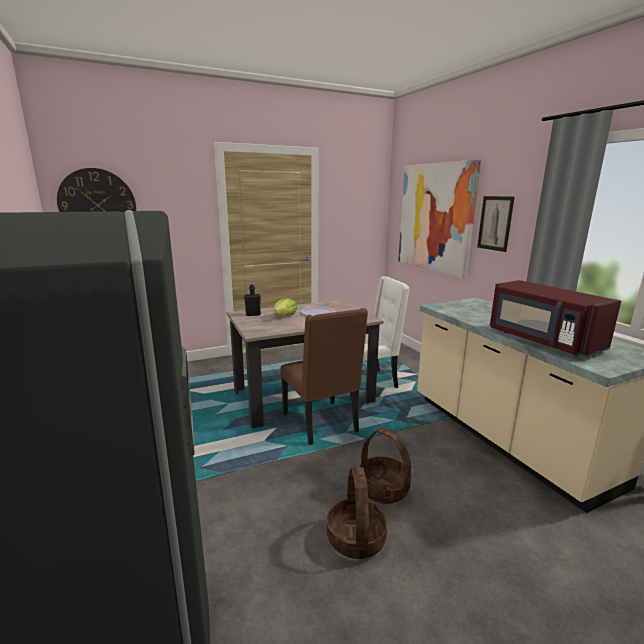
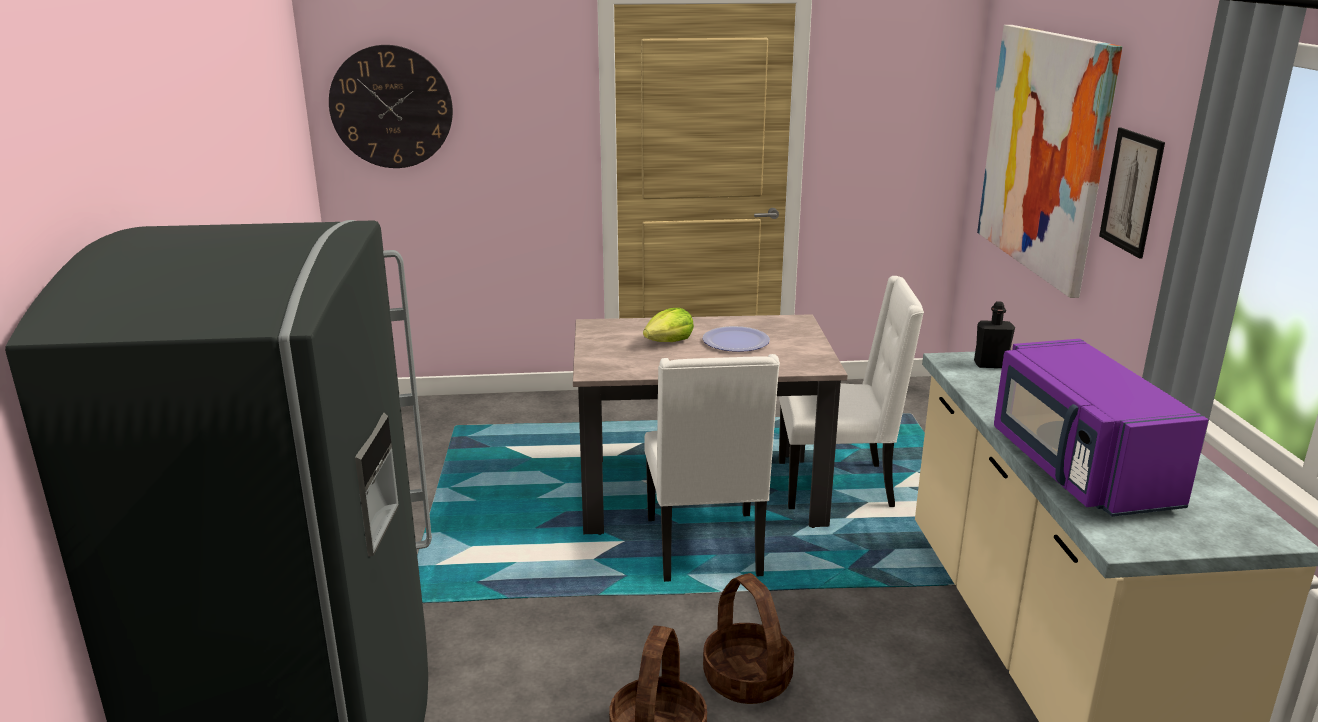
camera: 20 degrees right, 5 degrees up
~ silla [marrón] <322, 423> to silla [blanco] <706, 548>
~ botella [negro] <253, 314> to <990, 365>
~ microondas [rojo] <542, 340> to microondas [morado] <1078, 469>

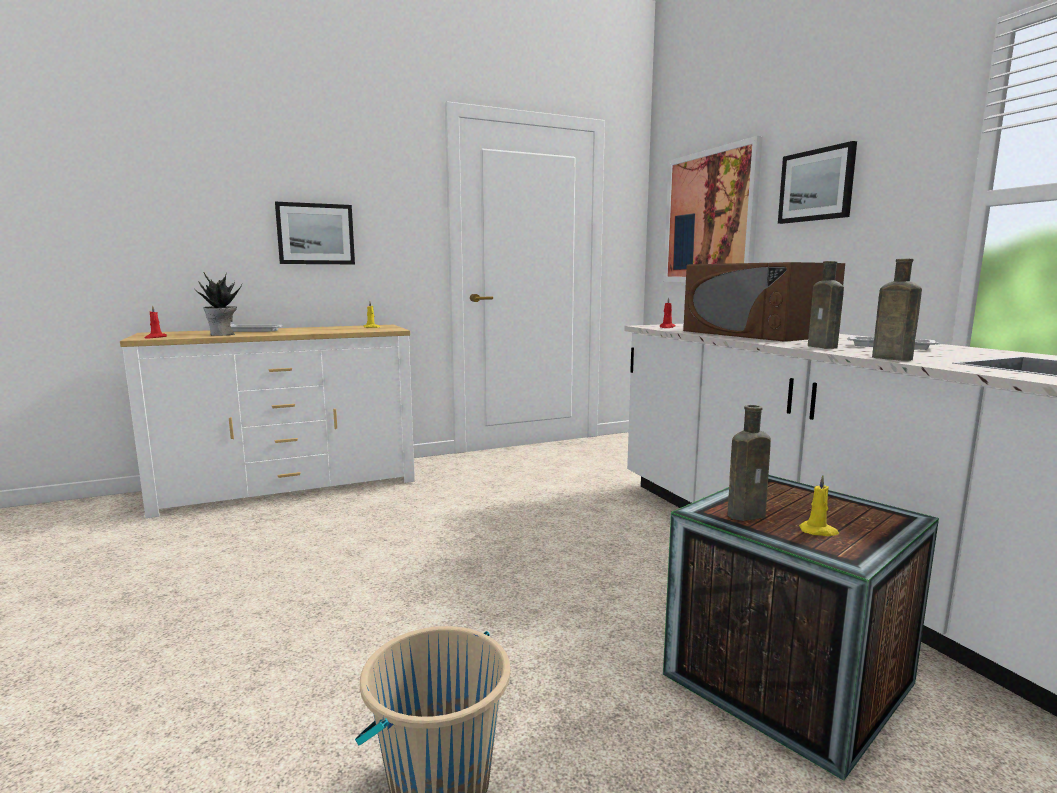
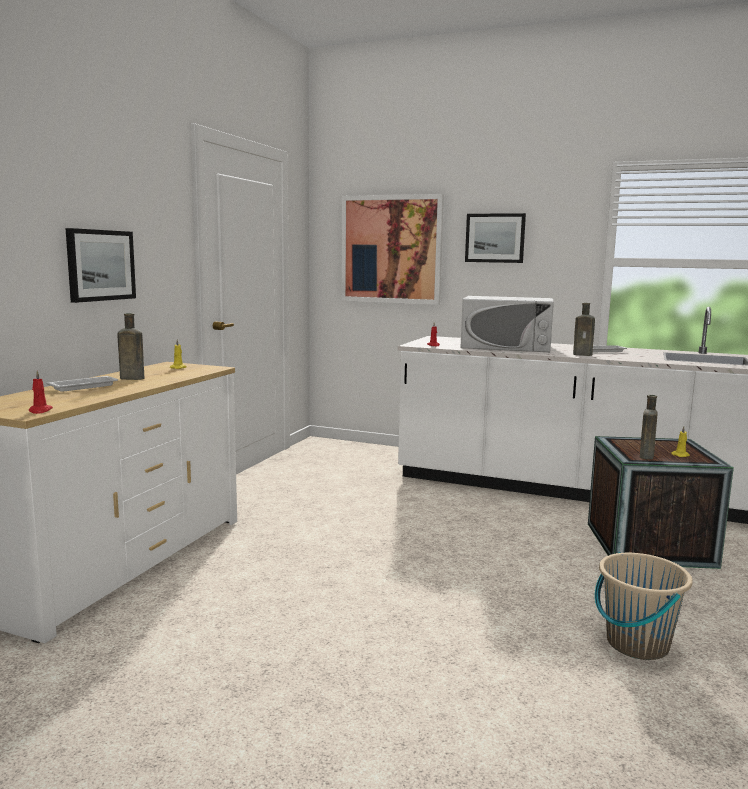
camera: 45 degrees left, 0 degrees up
~ botella [marrón] <889, 358> to <130, 378>
~ microondas [marrón] <756, 333> to microondas [blanco] <506, 346>
- planta en maceta <222, 334>

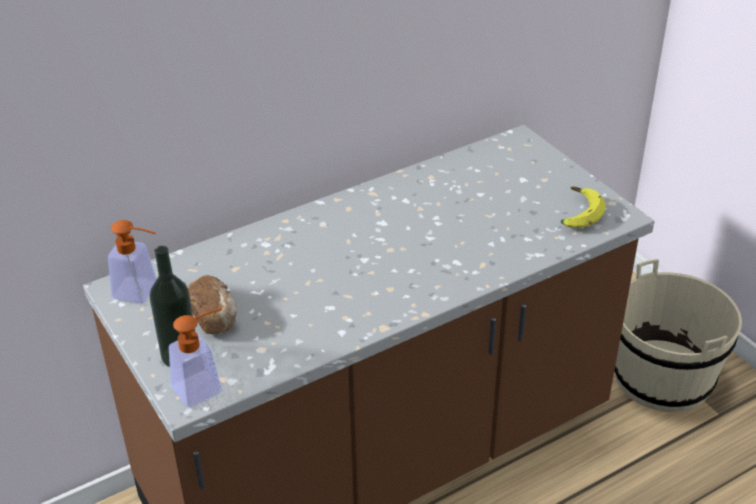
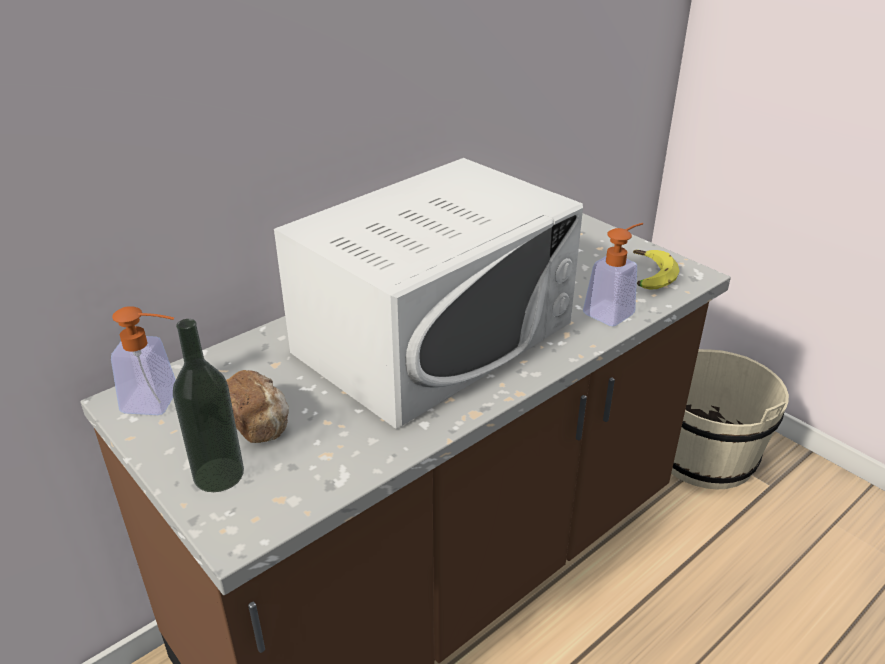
camera: 10 degrees left, 5 degrees down
+ microondas [blanco] <435, 337>
~ dispensador de jabón <205, 386> to <613, 310>

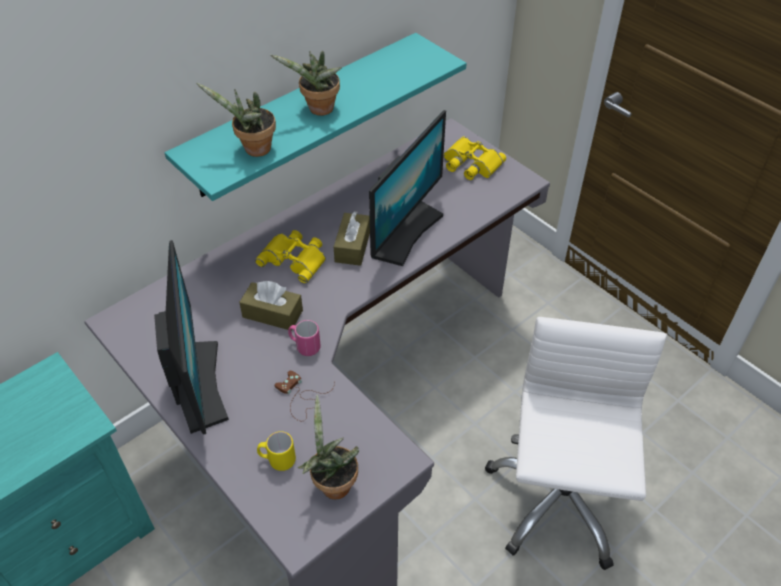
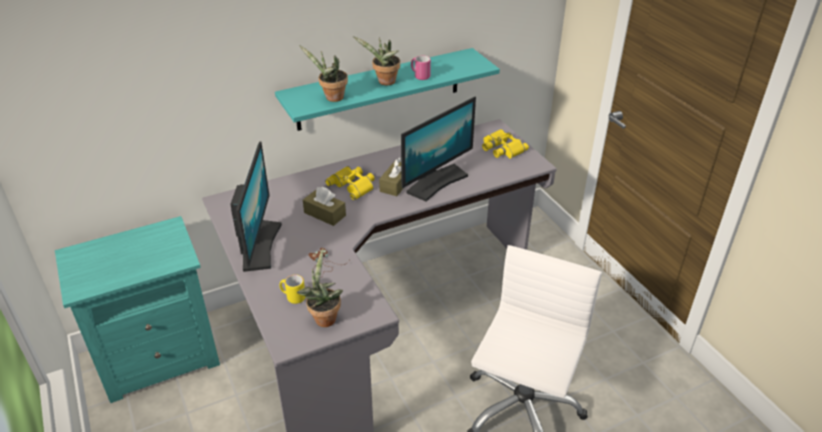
camera: 15 degrees right, 10 degrees down
~ taza grande [rosa] <304, 346> to <420, 76>

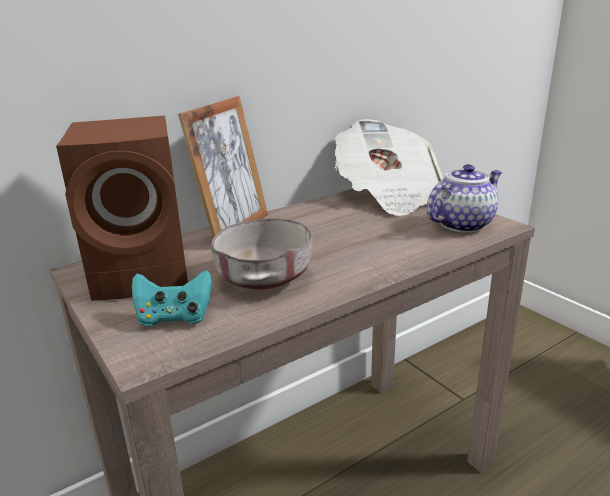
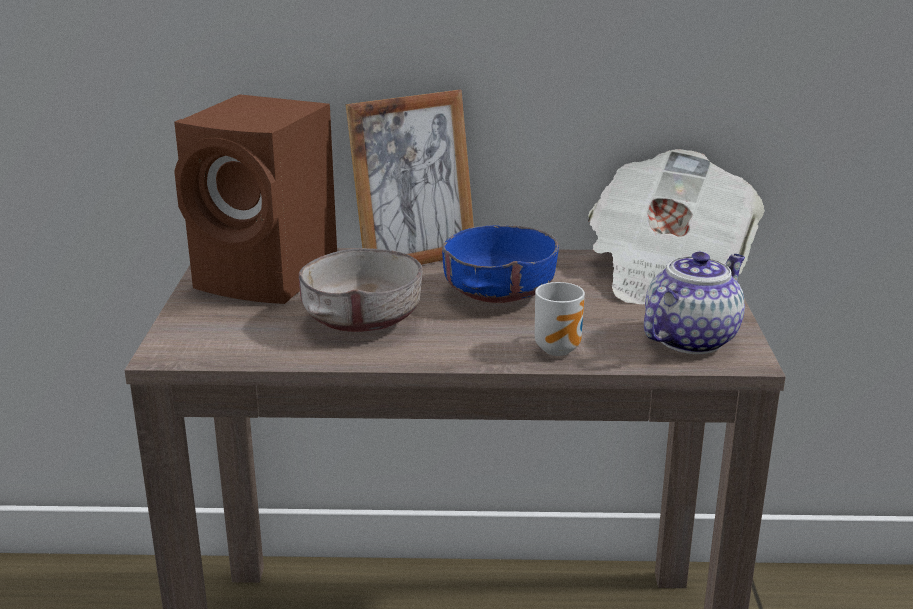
camera: 35 degrees right, 0 degrees up
+ cuenco [azul] <500, 293>
+ taza grande <560, 348>
~ tetera <462, 224> = <691, 338> 45 degrees counterclockwise
- mando de consola [turquesa] <174, 317>

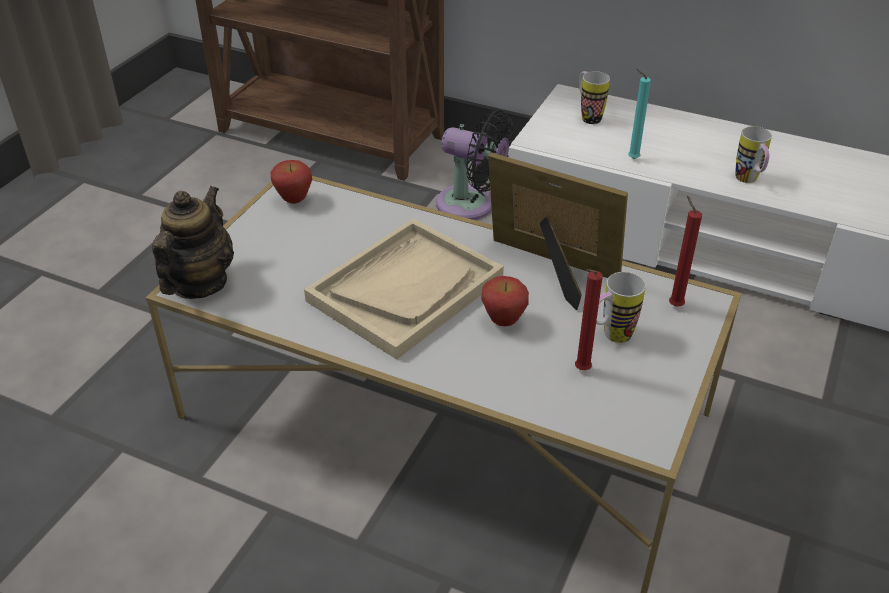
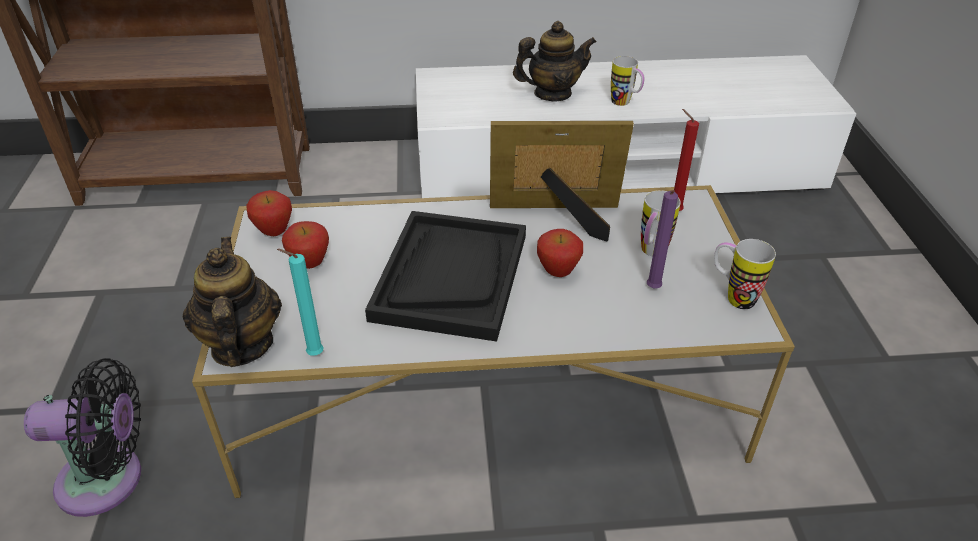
camera: 30 degrees left, 0 degrees up
~ ventilador [negro] <471, 205> to <109, 480>
~ vela [turquesa] <631, 158> to <312, 355>
+ manzana <310, 264>
~ bandeja [beis] <405, 289> to bandeja [negro] <450, 276>
+ tetera <552, 94>
~ vela [rojo] <580, 370> to vela [morado] <652, 290>
~ taza grande <587, 116> to <732, 296>

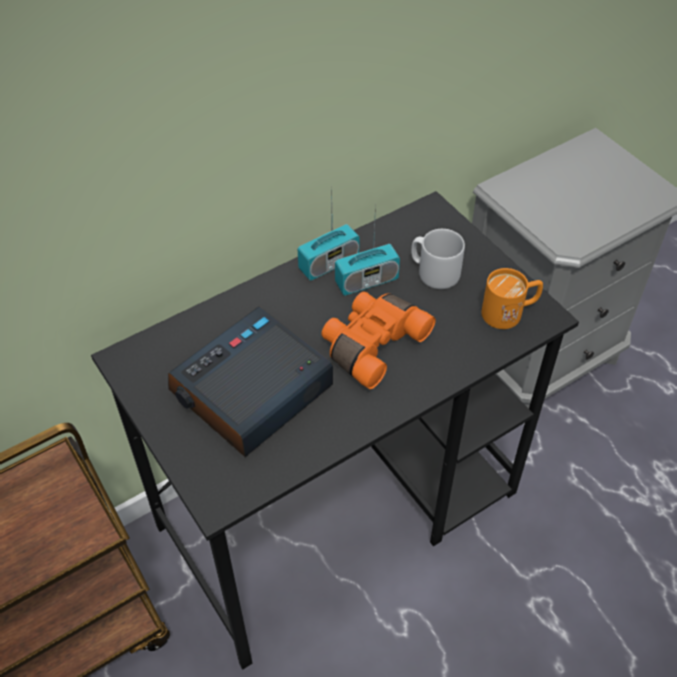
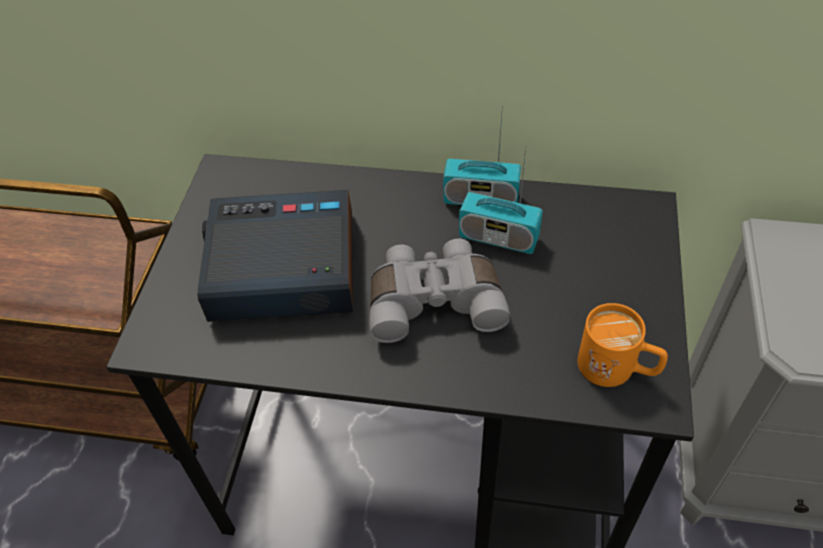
camera: 45 degrees right, 0 degrees up
~ prismáticos [naranja] <371, 344> to prismáticos [gris] <434, 300>
- taza grande [gris] <434, 272>

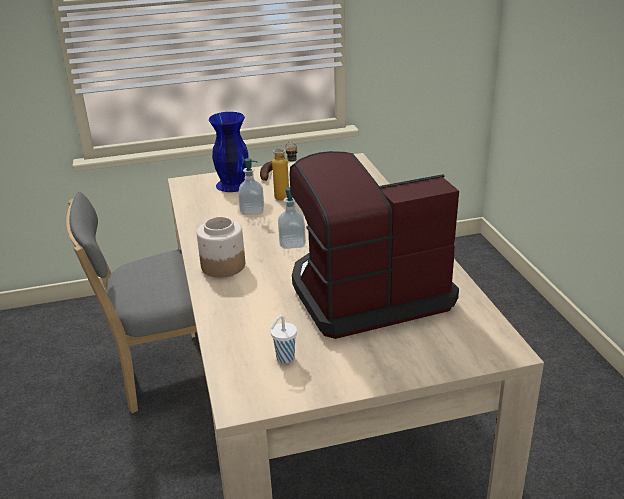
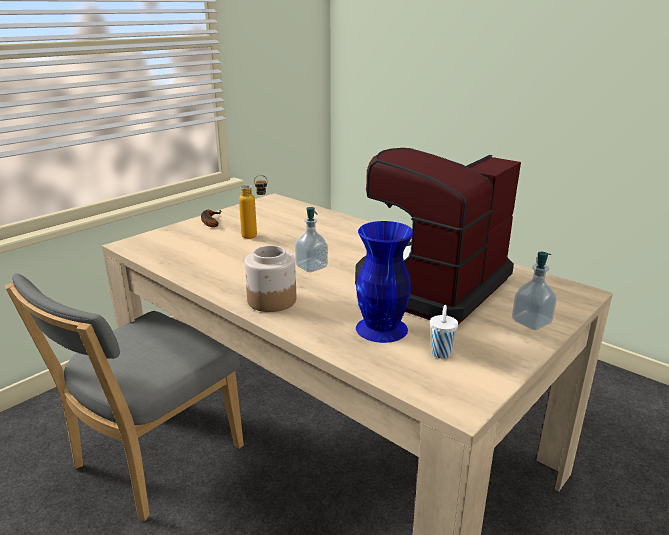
camera: 35 degrees left, 5 degrees down
~ florero [azul] <232, 184> to <381, 329>
~ dispensador de jabón <252, 210> to <531, 322>

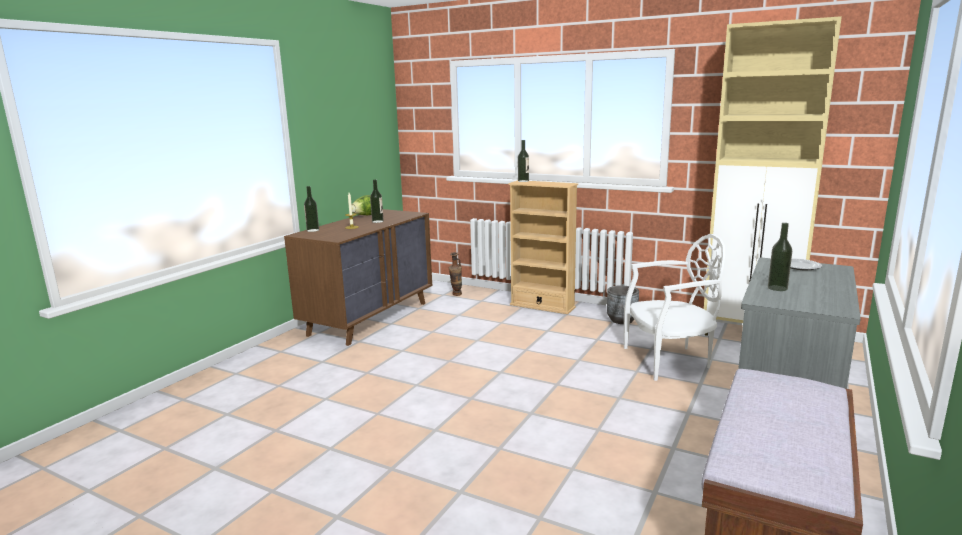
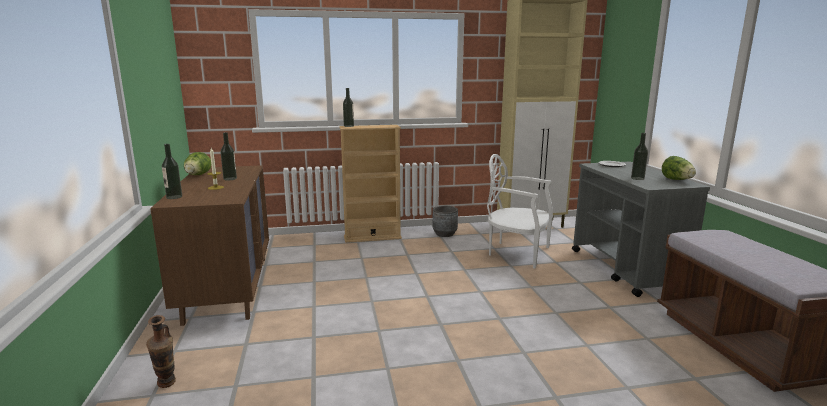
camera: 40 degrees left, 0 degrees up
~ florero <456, 295> to <167, 386>
~ silla [blanco] <670, 360> = <516, 253> 105 degrees counterclockwise
+ lechuga <677, 180>

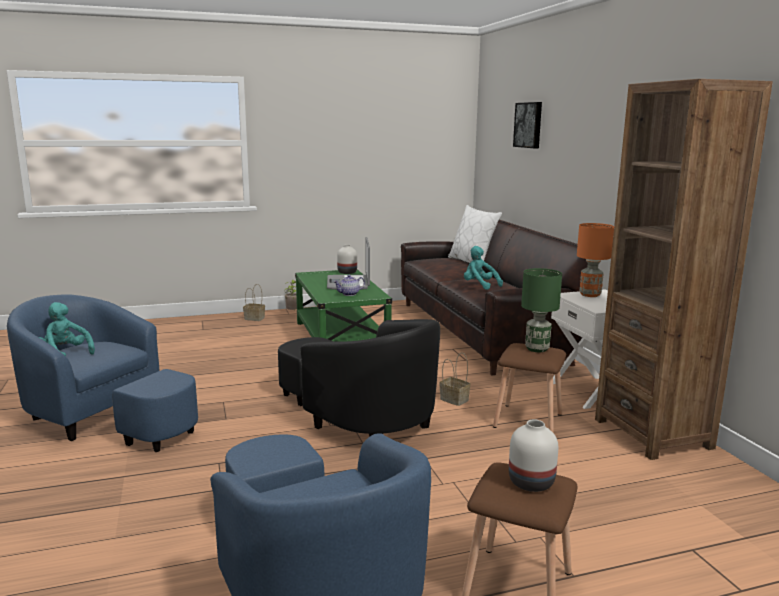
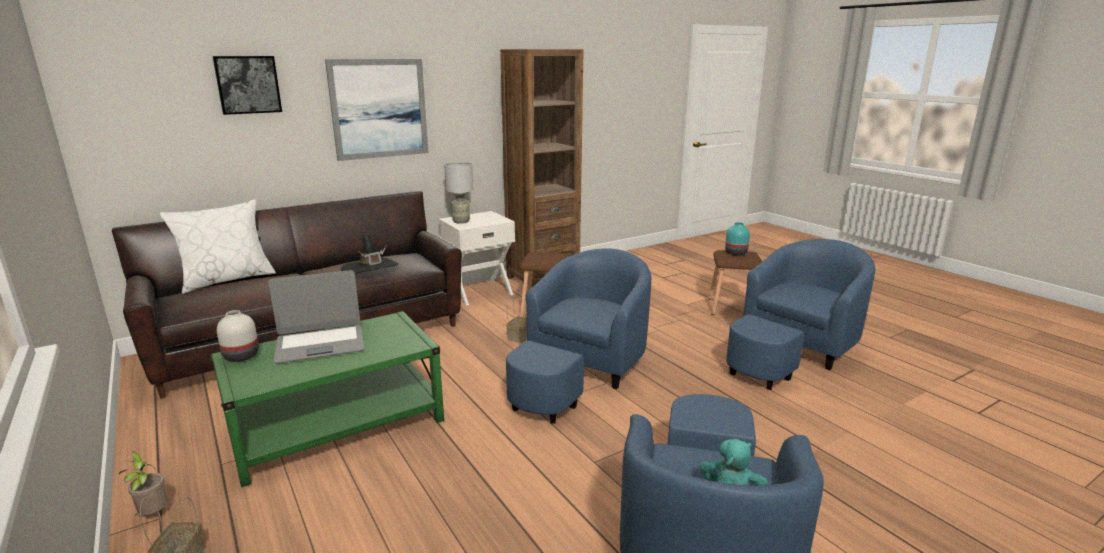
camera: 105 degrees left, 5 degrees up
+ cuadro <379, 109>
~ peluche [turquesa] <479, 285> to sombrero [negro] <370, 269>
~ lámpara de mesa [naranja] <590, 295> to lámpara de mesa [gris] <461, 221>
~ sillón [negro] <359, 417> to sillón [azul] <582, 372>
~ florero [blanco] <532, 482> to florero [turquesa] <735, 253>
- tetera <349, 294>
- lámpara de mesa [verde] <537, 349>

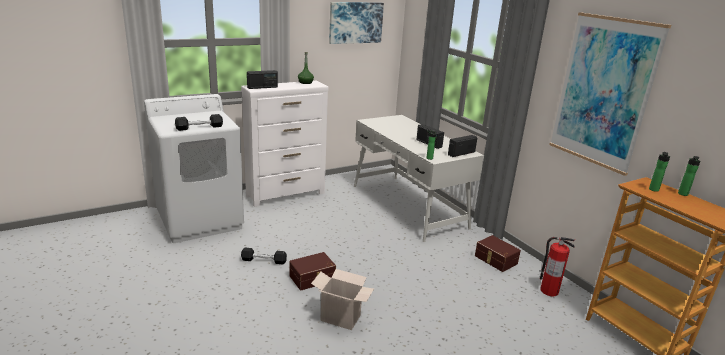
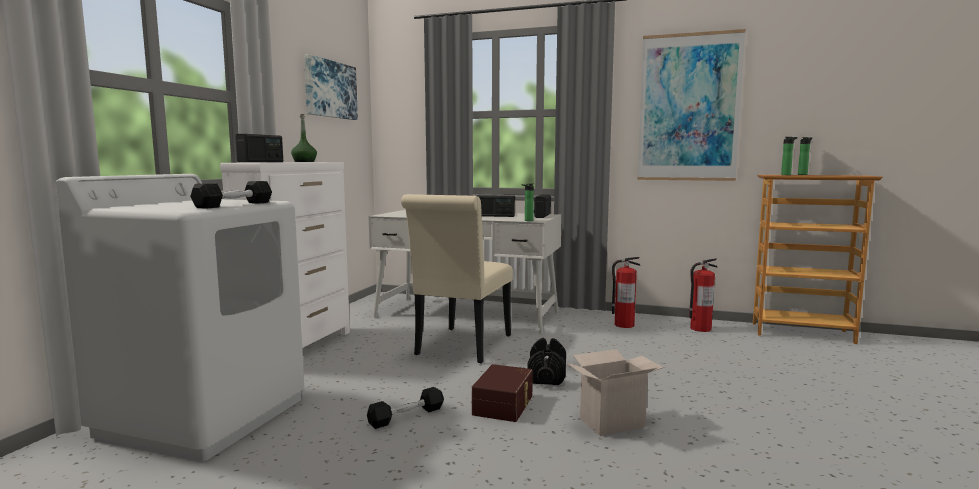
camera: 40 degrees left, 15 degrees down
+ silla [beis] <461, 347>
+ mancuerna [negro] <547, 375>
~ caja de almacenaje [marrón] <495, 260> to extintor <623, 325>

